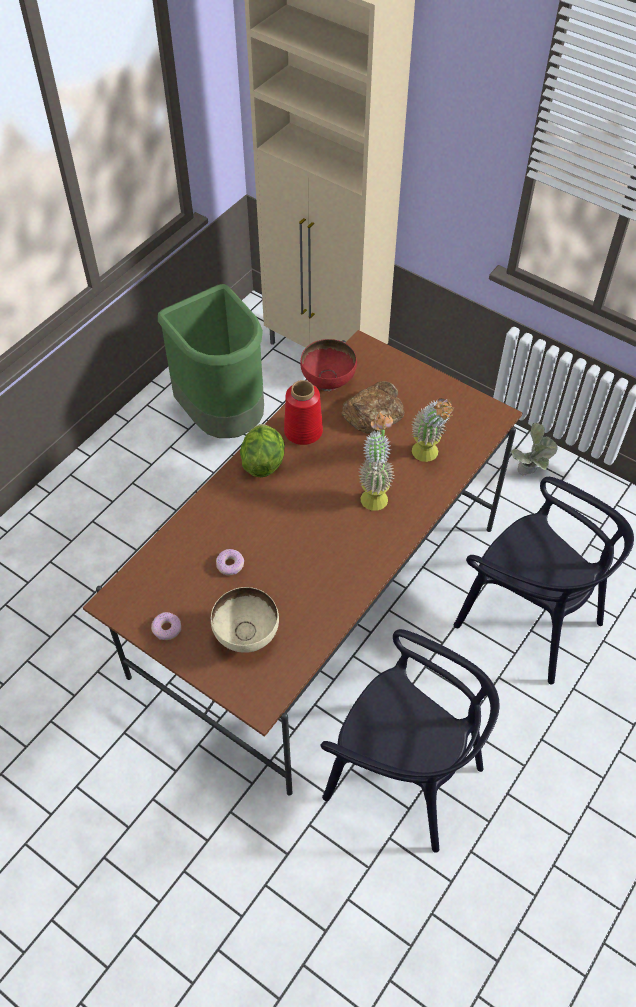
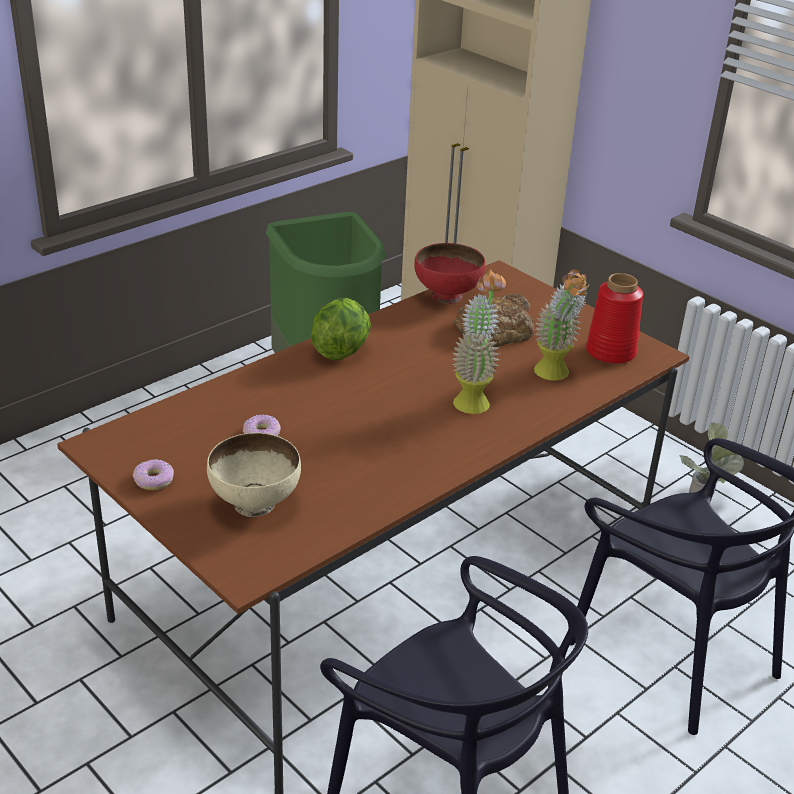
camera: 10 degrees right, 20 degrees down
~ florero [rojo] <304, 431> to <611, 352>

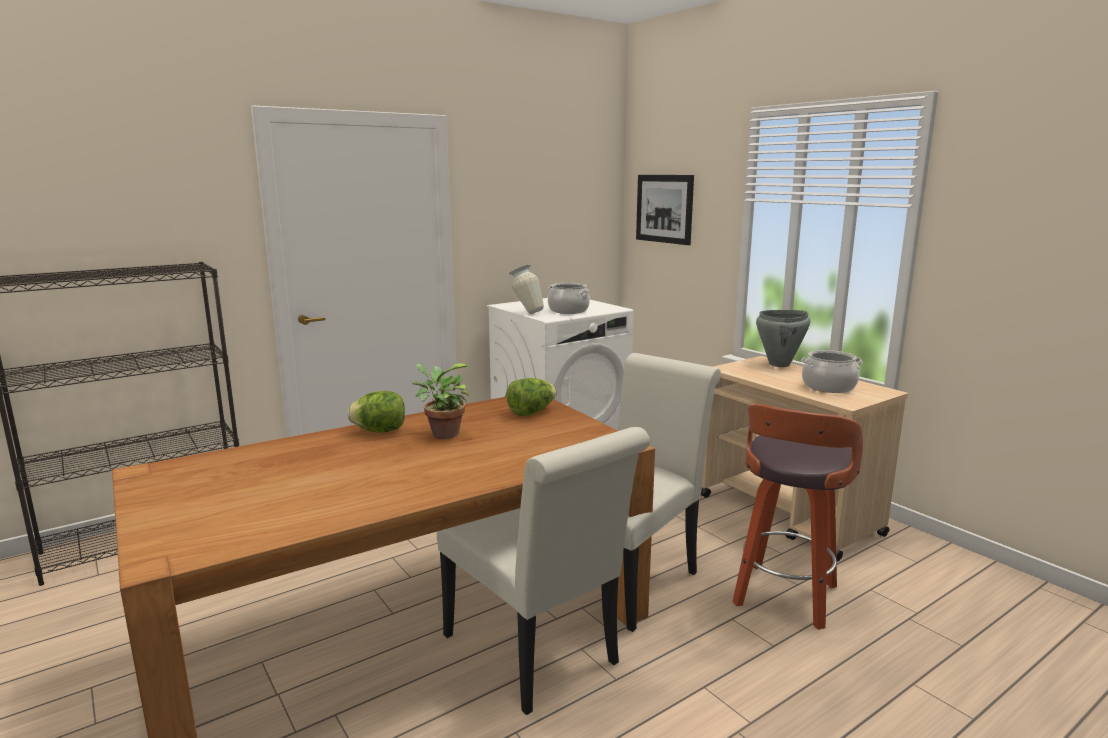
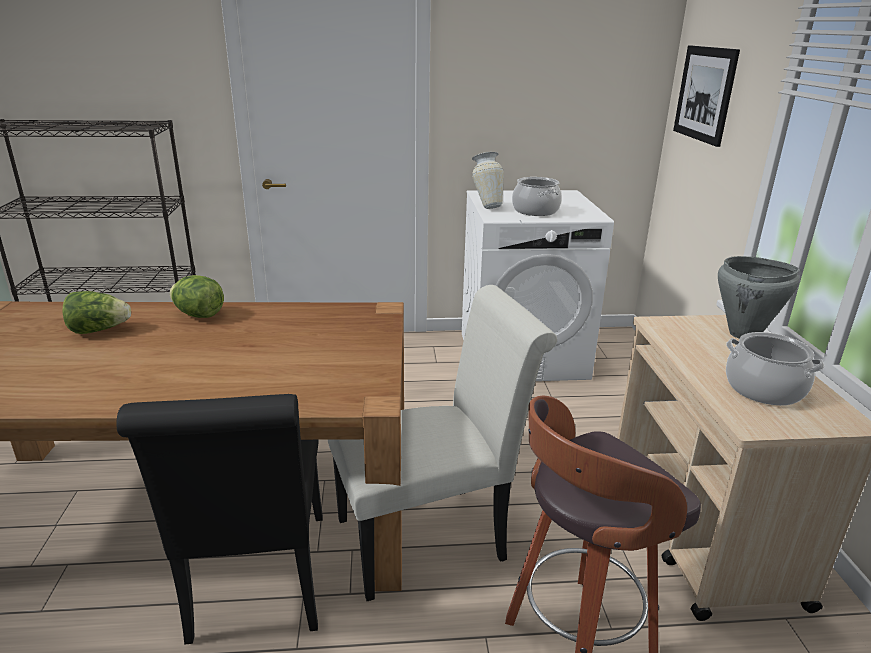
camera: 30 degrees right, 10 degrees up
~ lechuga <531, 412> to <99, 330>
~ silla [blanco] <537, 656> to silla [negro] <259, 584>
- planta en maceta <442, 434>

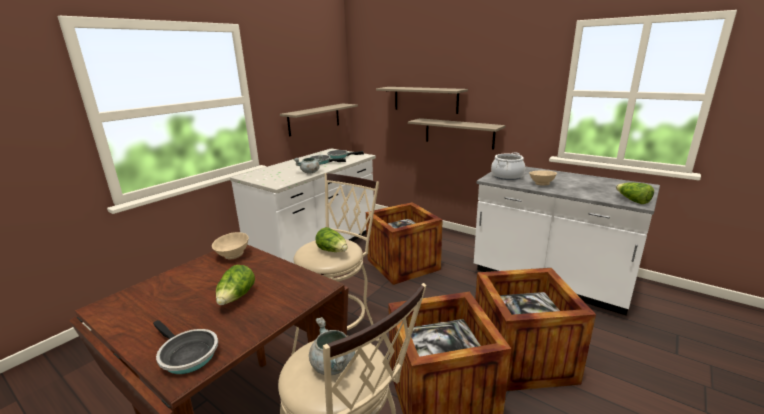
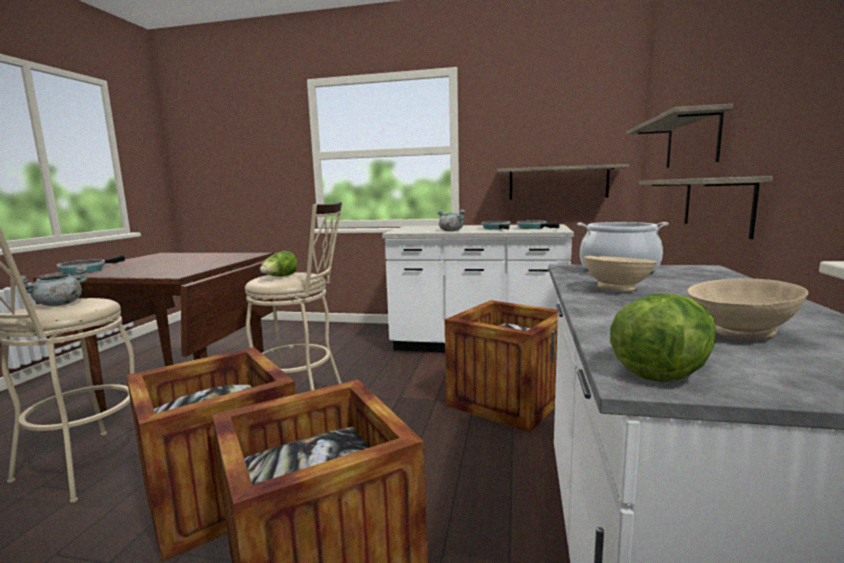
camera: 65 degrees right, 10 degrees down
~ cuenco [beis] <232, 255> to <738, 333>
- lechuga <236, 297>

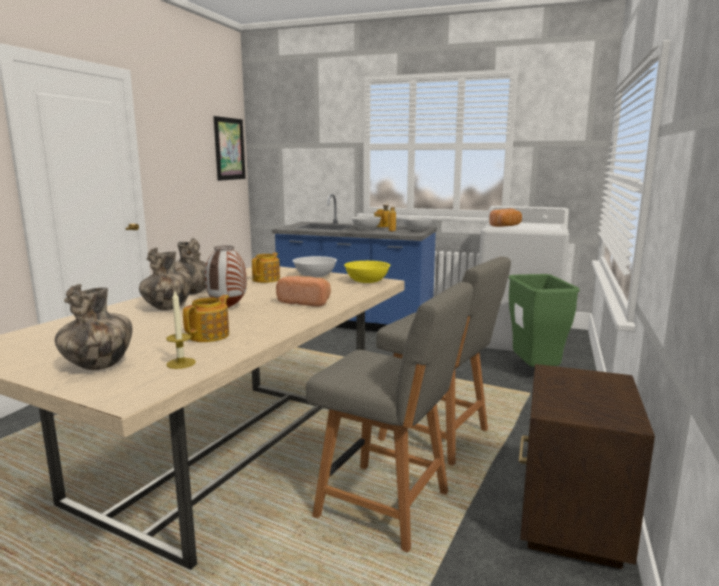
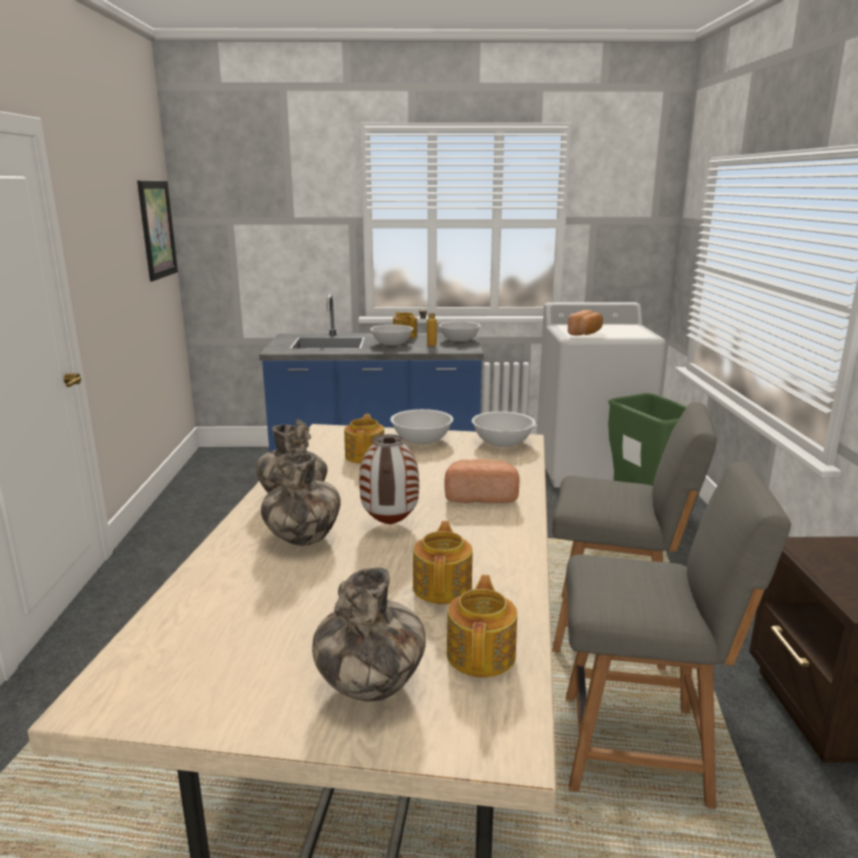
camera: 20 degrees left, 5 degrees up
~ vela <181, 363> to tetera <482, 654>
~ cuenco [amarillo] <366, 281> to cuenco [blanco] <502, 442>

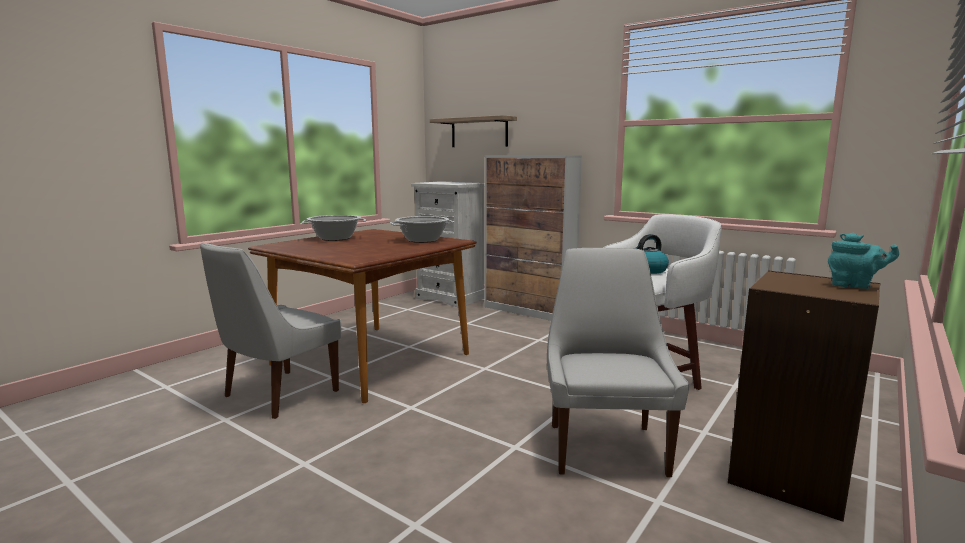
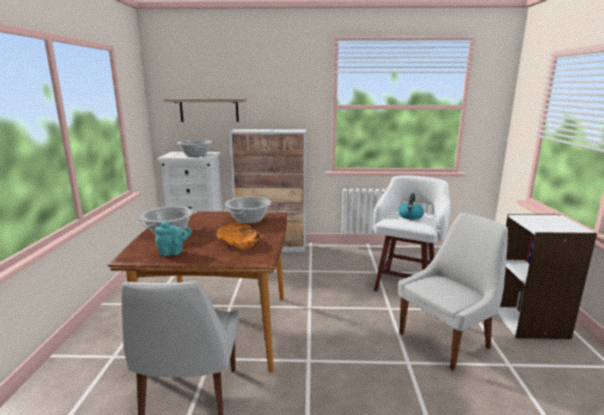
camera: 35 degrees left, 5 degrees up
~ tetera [turquesa] <854, 286> to <173, 253>
+ olla <195, 155>
+ cuenco [naranja] <239, 242>
~ silla [blanco] <605, 446> = <446, 340> 90 degrees clockwise
~ estantería [marrón] <791, 477> to estantería [blanco] <530, 322>

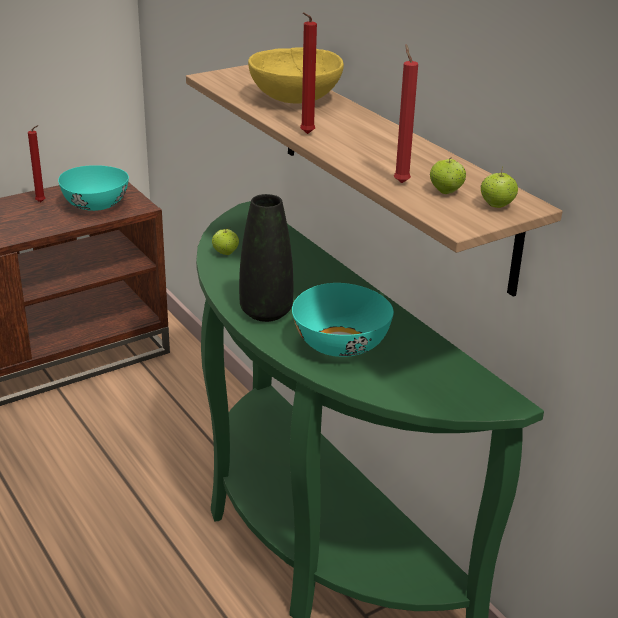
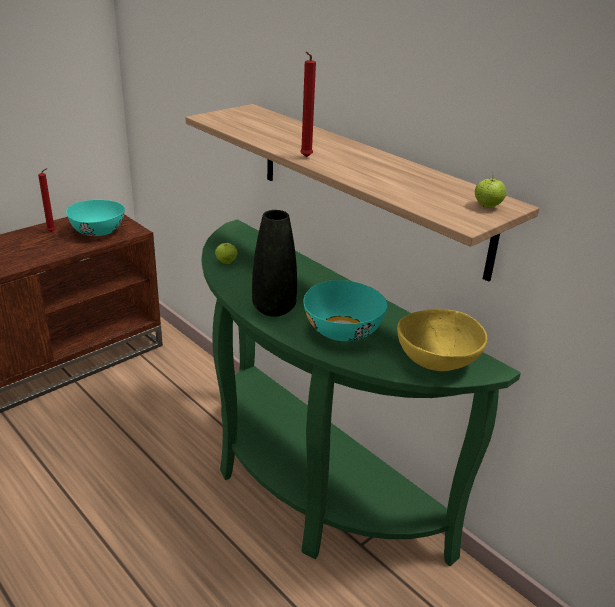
camera: 10 degrees left, 0 degrees up
~ cuenco [amarillo] <294, 99> to <436, 361>
- vela [rojo] <400, 182>
- manzana <446, 191>

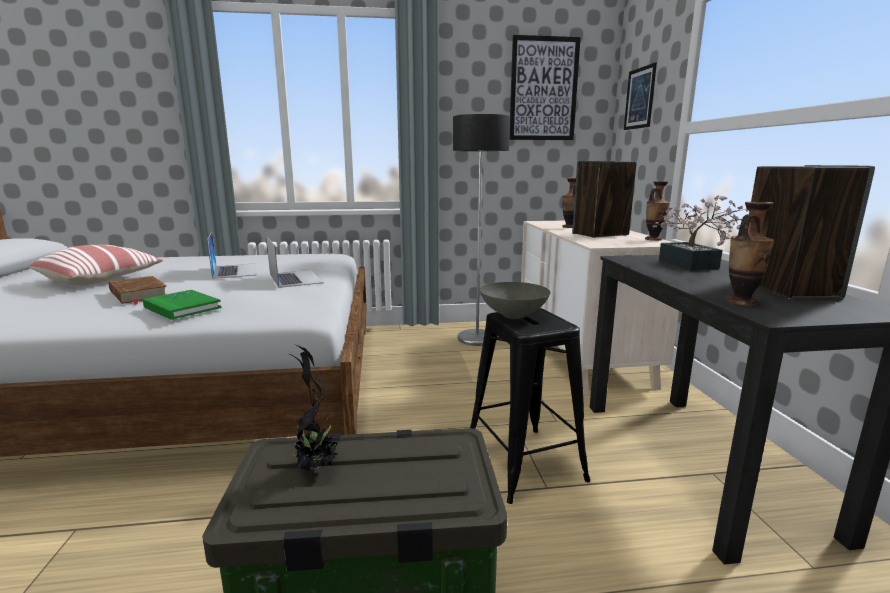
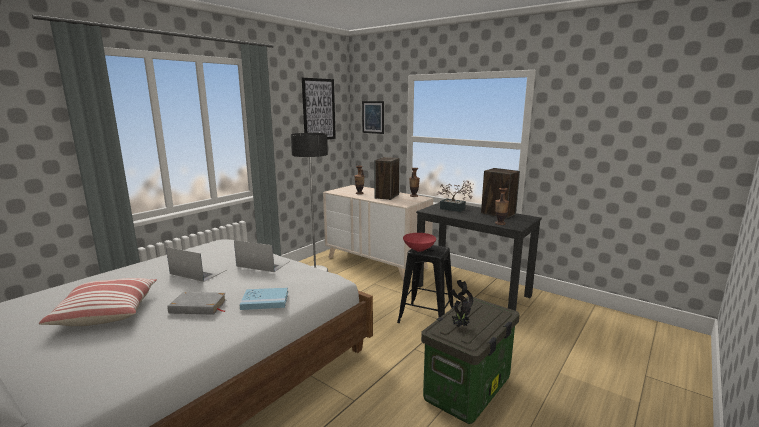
camera: 45 degrees left, 0 degrees up
~ libro [marrón] <138, 294> to libro [gris] <198, 307>
~ libro [verde] <182, 307> to libro [azul] <265, 300>
~ cuenco [gris] <514, 315> to cuenco [rojo] <419, 249>

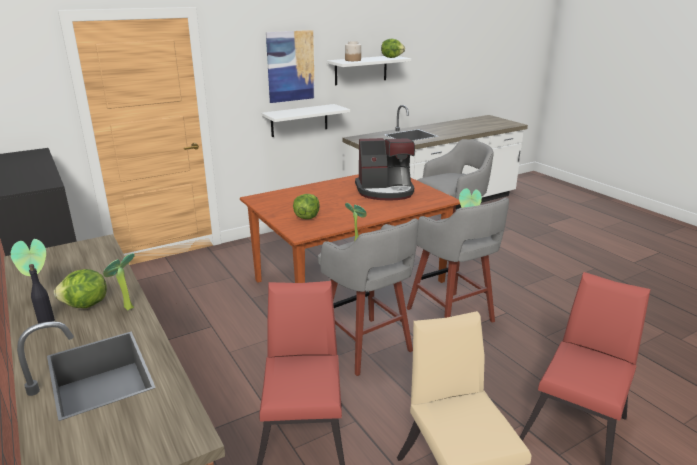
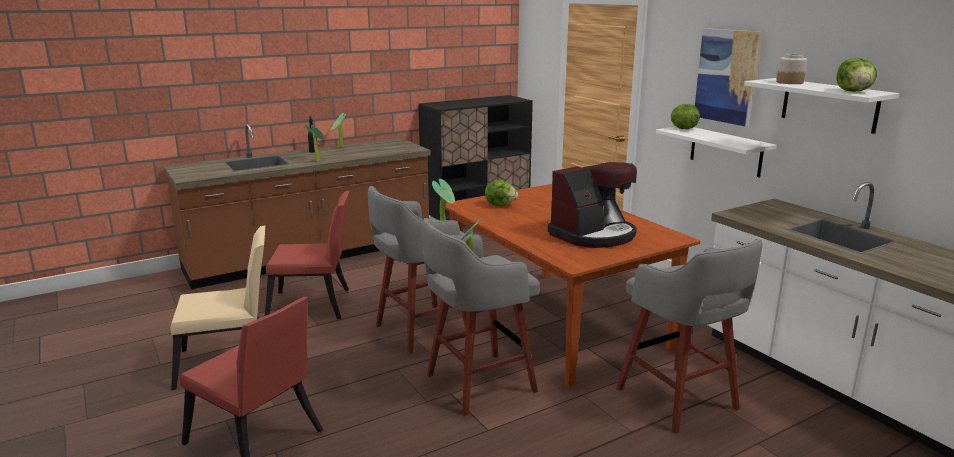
camera: 90 degrees right, 5 degrees down
~ cafetera <385, 191> = <593, 235> 120 degrees counterclockwise
~ lechuga <85, 305> to <682, 128>

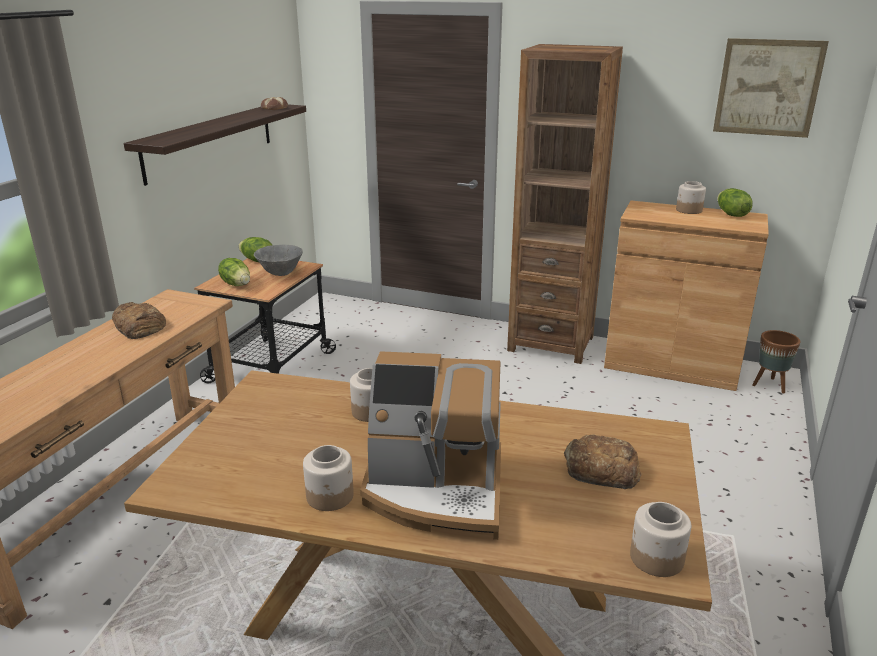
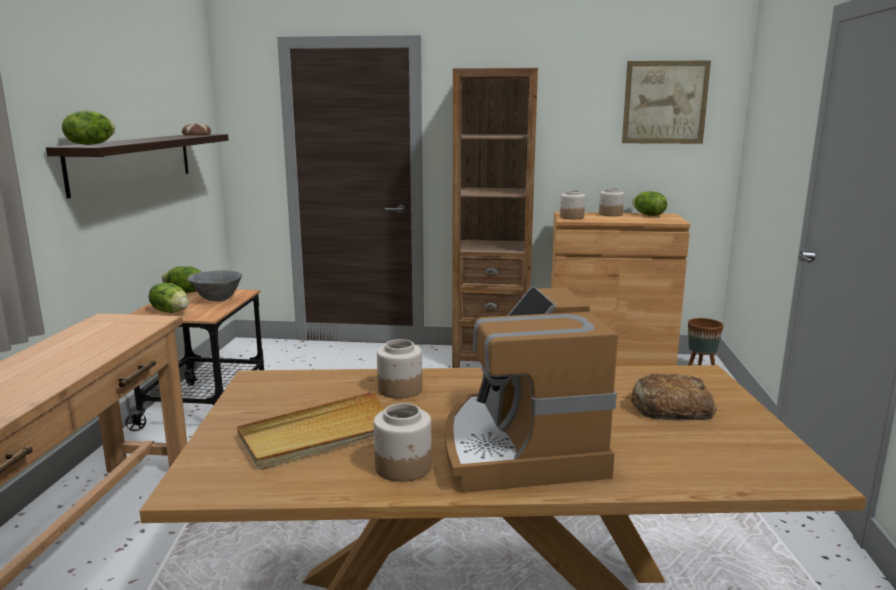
camera: 15 degrees left, 10 degrees down
+ lechuga <91, 144>
+ bandeja [beis] <323, 435>
~ cafetera <436, 491> = <519, 447> 90 degrees clockwise
~ tarro <656, 558> to <571, 217>
- pan <139, 326>

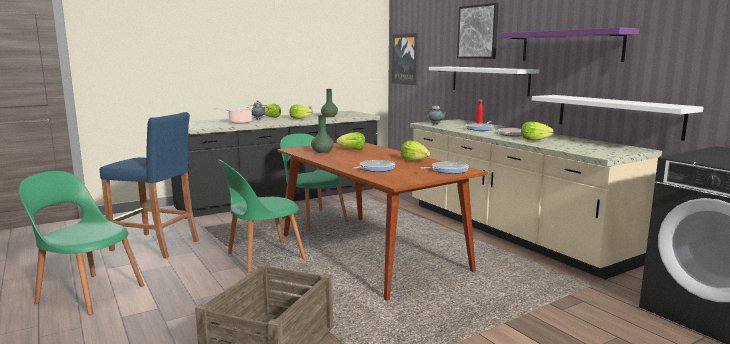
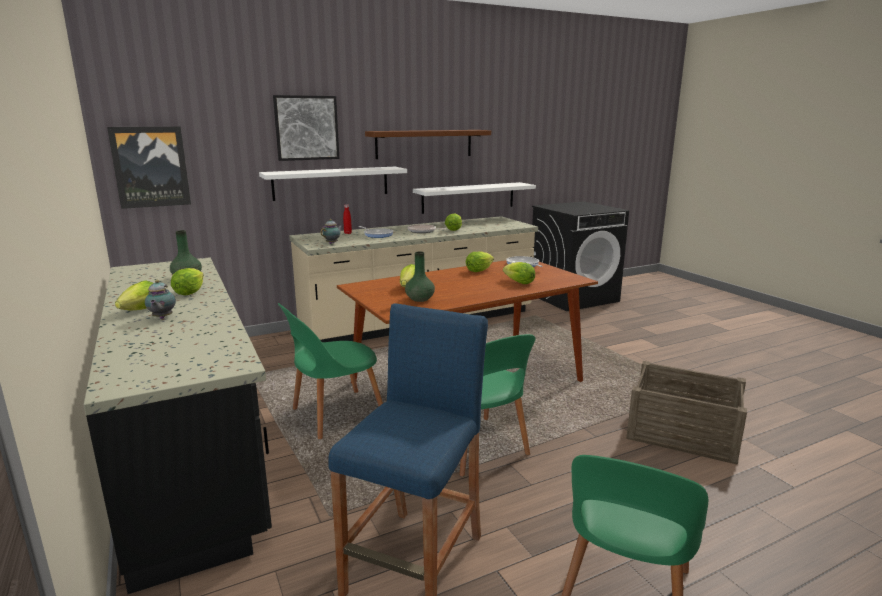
camera: 85 degrees left, 5 degrees up
~ estante [morado] <570, 46> to estante [marrón] <424, 144>
~ sartén <375, 168> to lechuga <519, 283>
- olla <238, 122>

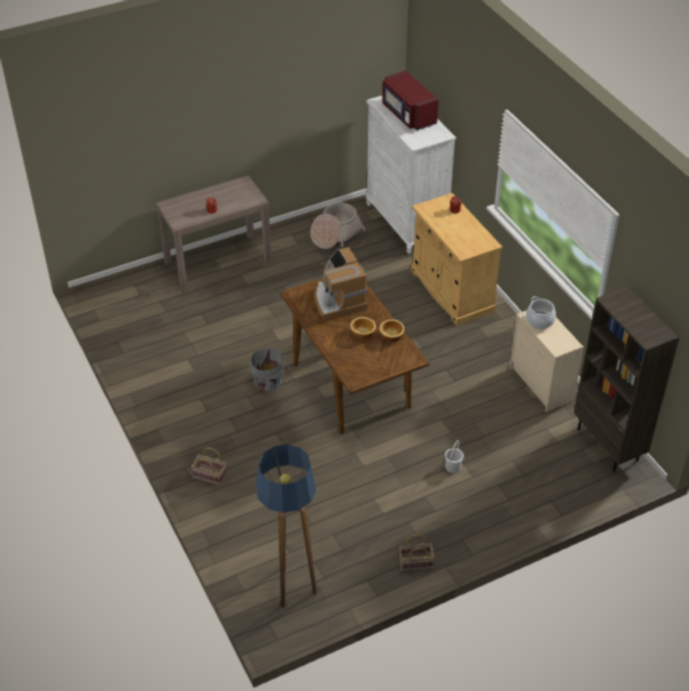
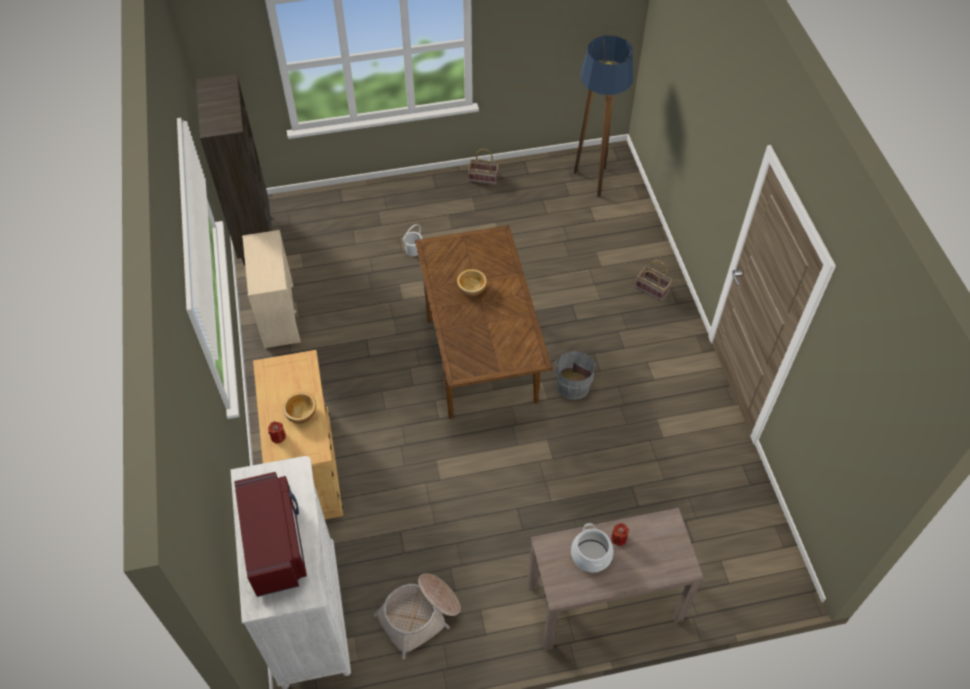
camera: 165 degrees left, 10 degrees up
~ cuenco <391, 336> to <301, 414>
~ olla <540, 320> to <591, 555>
- cafetera <338, 300>

